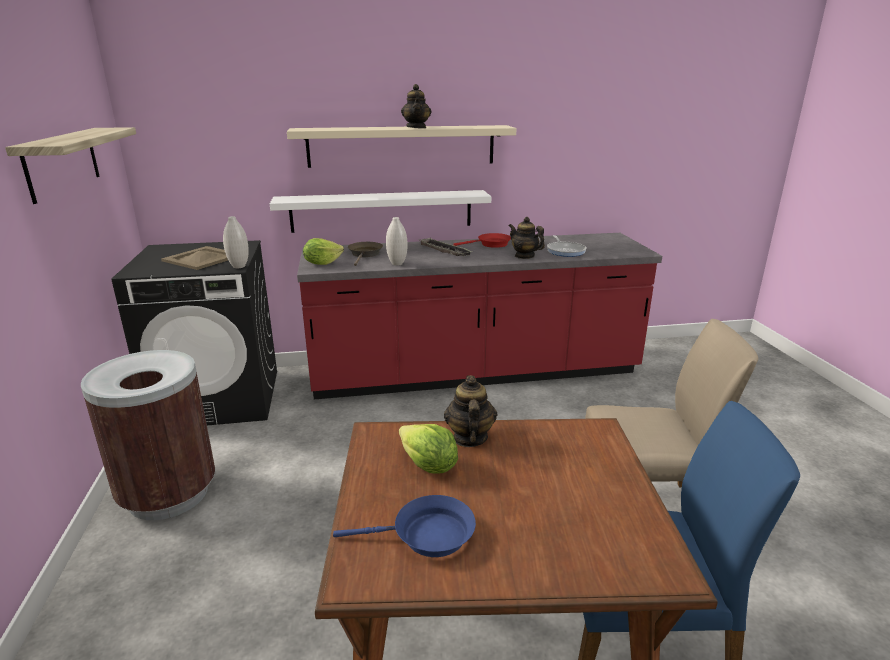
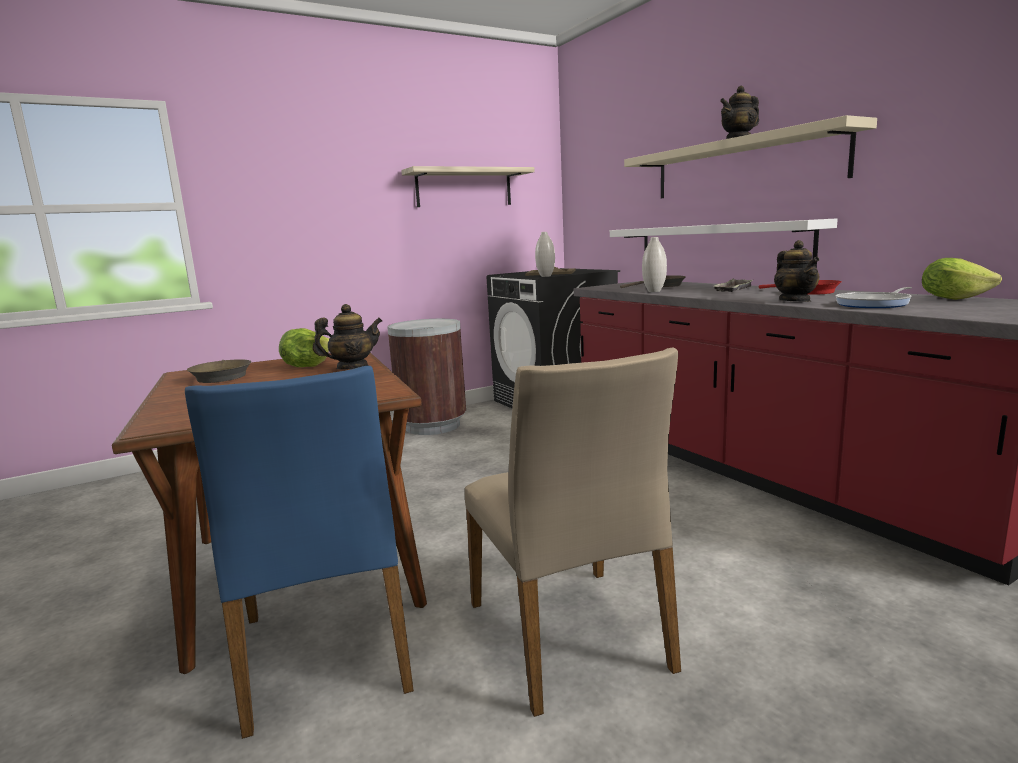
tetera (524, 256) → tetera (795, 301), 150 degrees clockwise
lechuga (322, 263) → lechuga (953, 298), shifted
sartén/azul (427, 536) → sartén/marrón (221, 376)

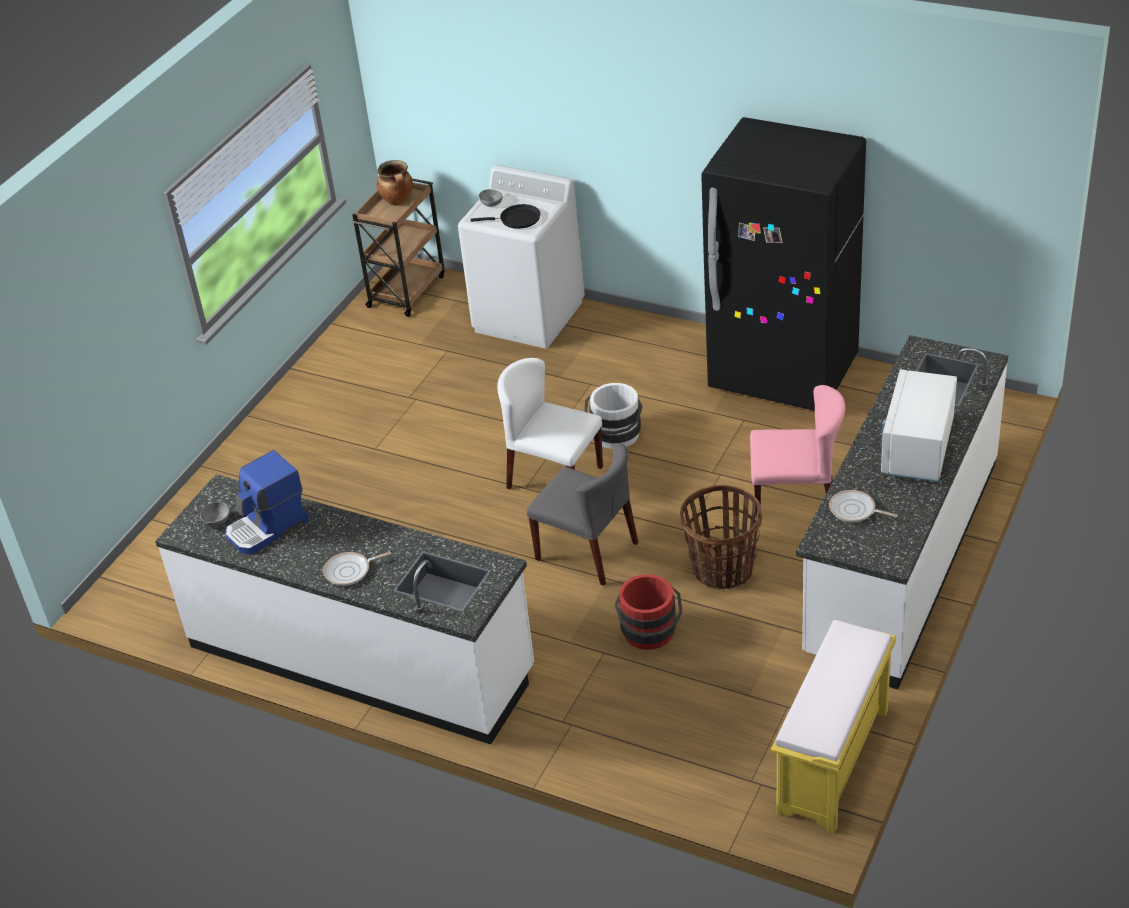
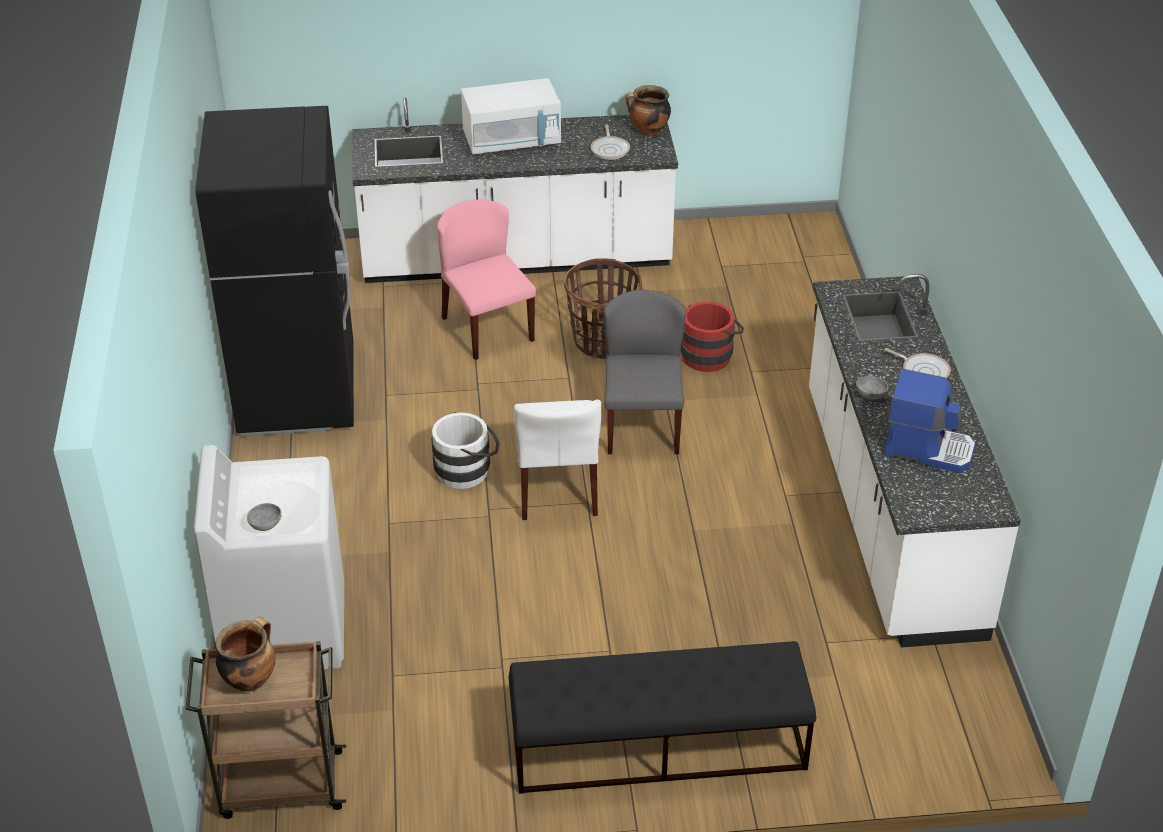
sartén/negro (517, 219) → -
cuenco/gris (217, 521) → cuenco/gris (870, 394), shifted
banco/amarillo (833, 763) → -
- → olla (648, 131)
- → banco/negro (657, 746)

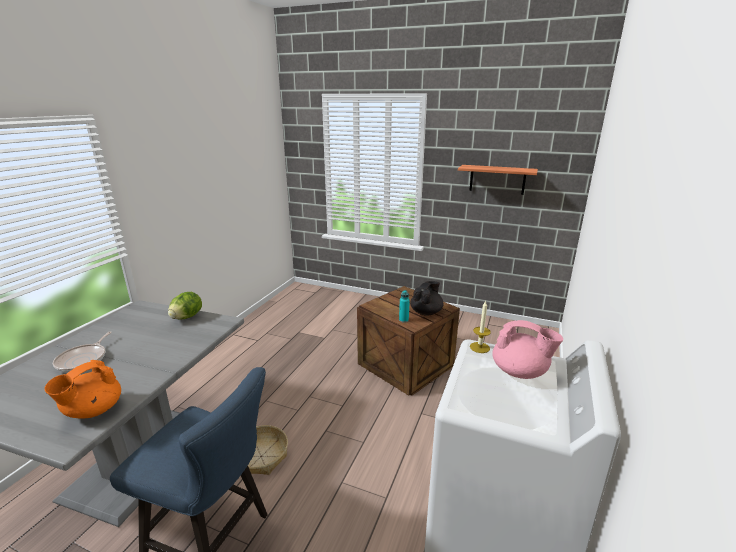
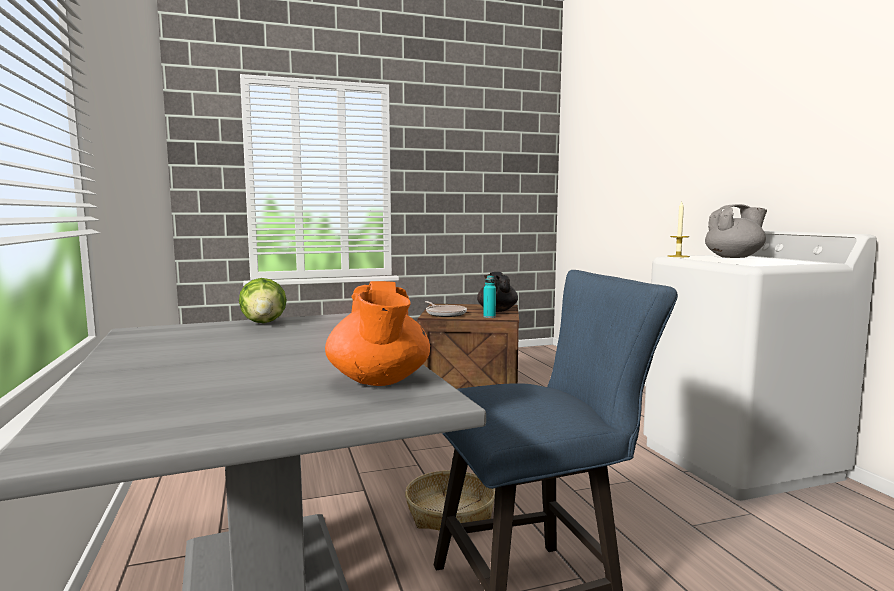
estante (497, 179) → -
tetera/rosa (520, 372) → tetera/gris (734, 257)
sartén (84, 359) → sartén (445, 314), shifted

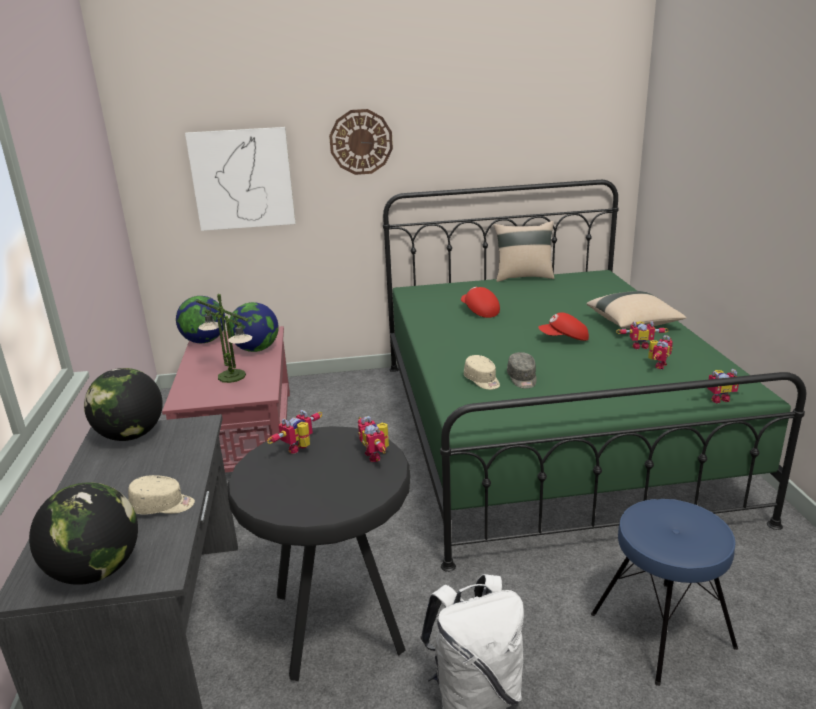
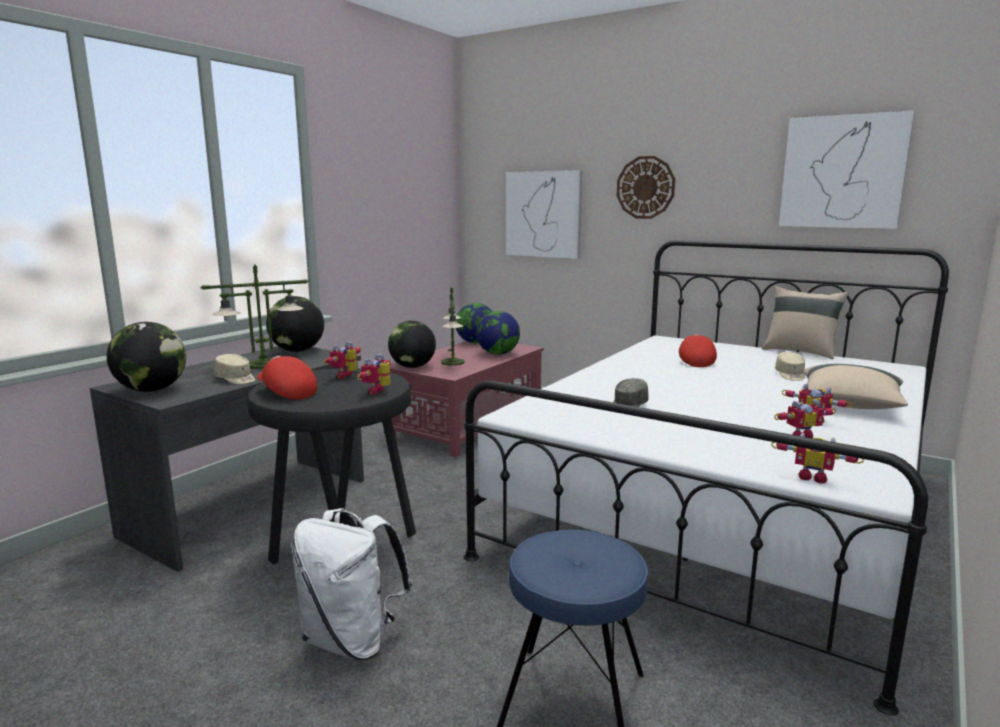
cama/verde (545, 431) → cama/blanco (720, 509)
gorra/rojo (564, 339) → gorra/rojo (286, 393), shifted
gorra/beis (482, 381) → gorra/beis (790, 375), shifted
robot de juguete (300, 449) → robot de juguete (347, 376), 60 degrees counterclockwise
- → cuadro (842, 172)
- → lámpara de mesa (263, 365)
- → globo terráqueo (412, 367)

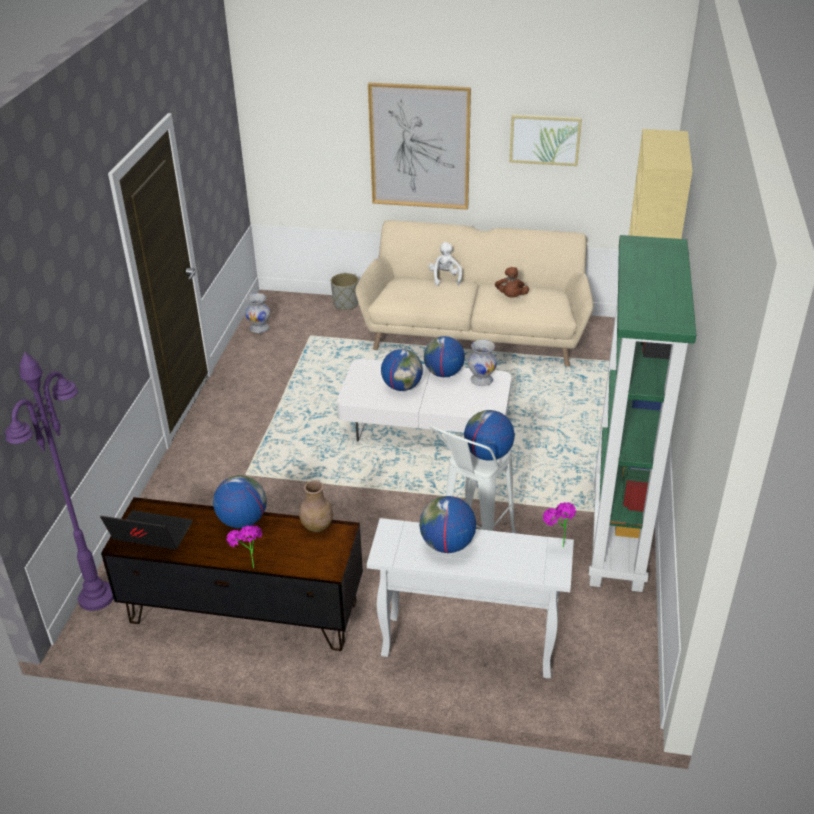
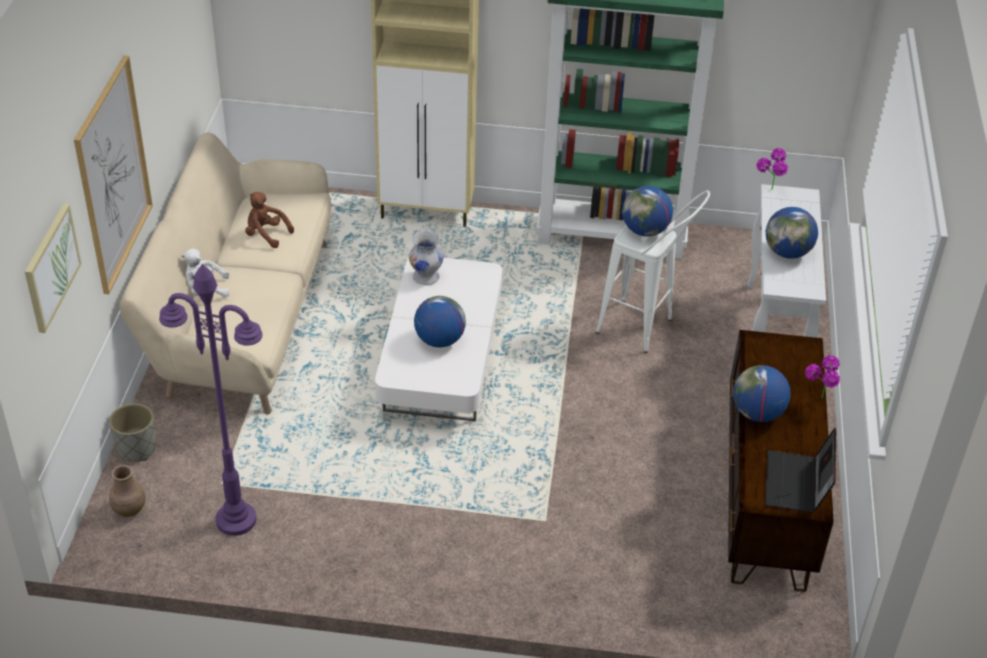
cuadro (545, 139) → cuadro (51, 267), shifted
peluche/marrón (511, 297) → peluche/marrón (266, 235), 150 degrees counterclockwise
florero/blanco (259, 328) → -
globo terráqueo (443, 373) → -
lámpara de pie/morado (96, 597) → lámpara de pie/morado (236, 520), shifted
florero/marrón (318, 526) → florero/marrón (129, 509), shifted

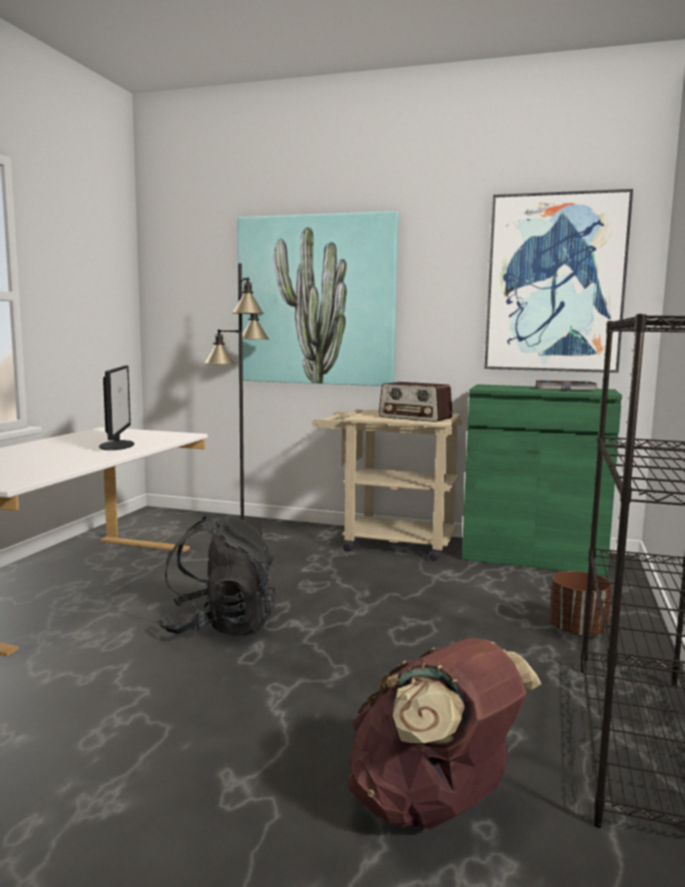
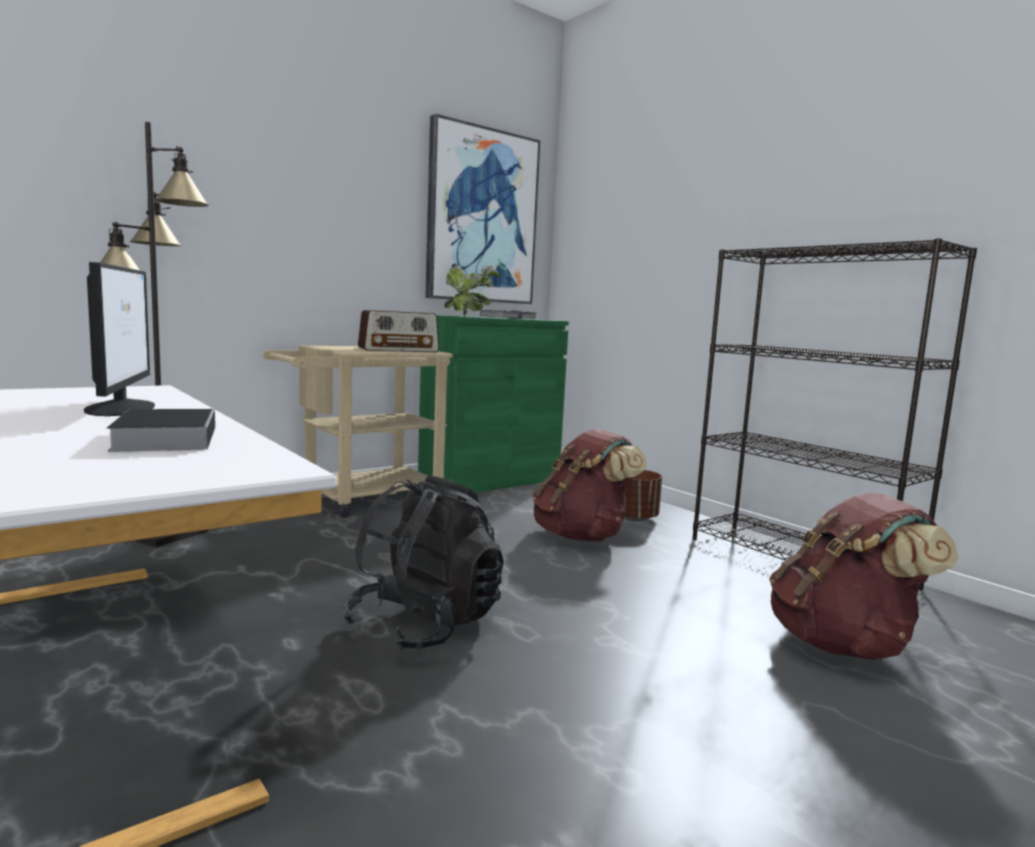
cuadro (316, 301) → -
monitor (117, 445) → monitor (121, 407), 45 degrees clockwise
- → planta en maceta (468, 316)
- → libro (166, 438)
- → mochila/marrón (582, 536)

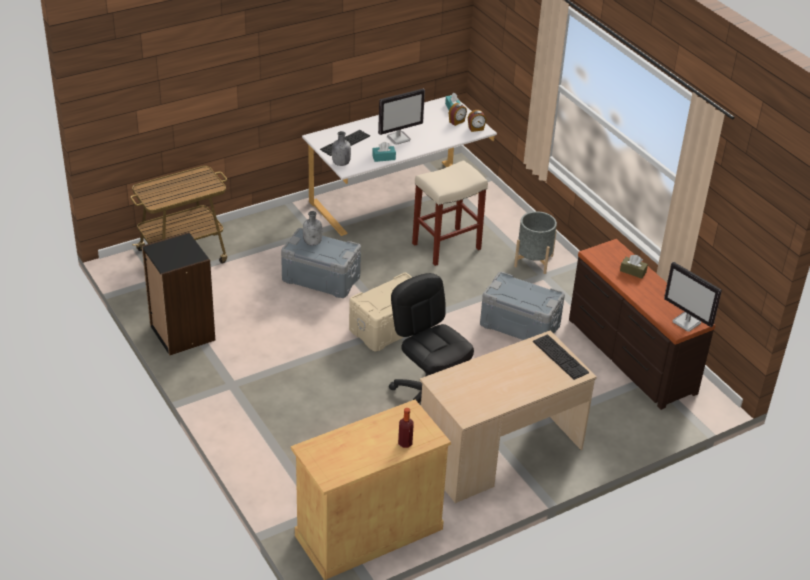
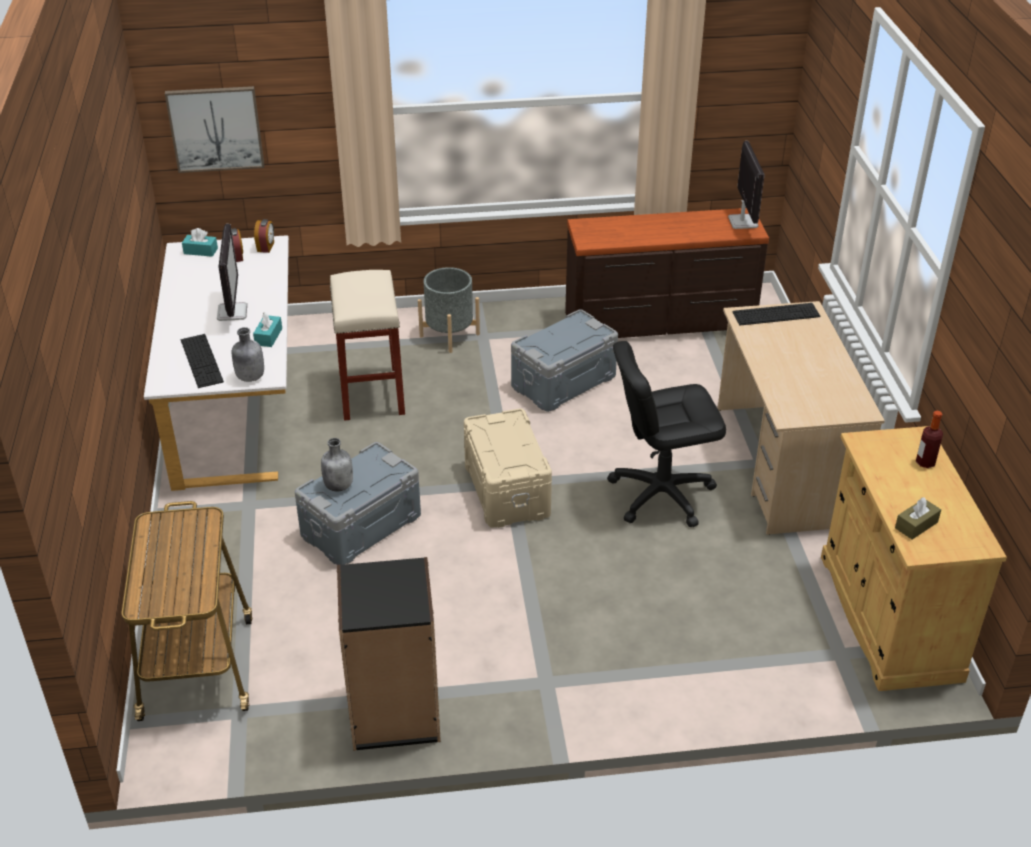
caja de pañuelos/marrón (633, 271) → caja de pañuelos/marrón (916, 525), shifted
monitor (687, 322) → monitor (742, 221), 75 degrees counterclockwise
- → cuadro (215, 128)

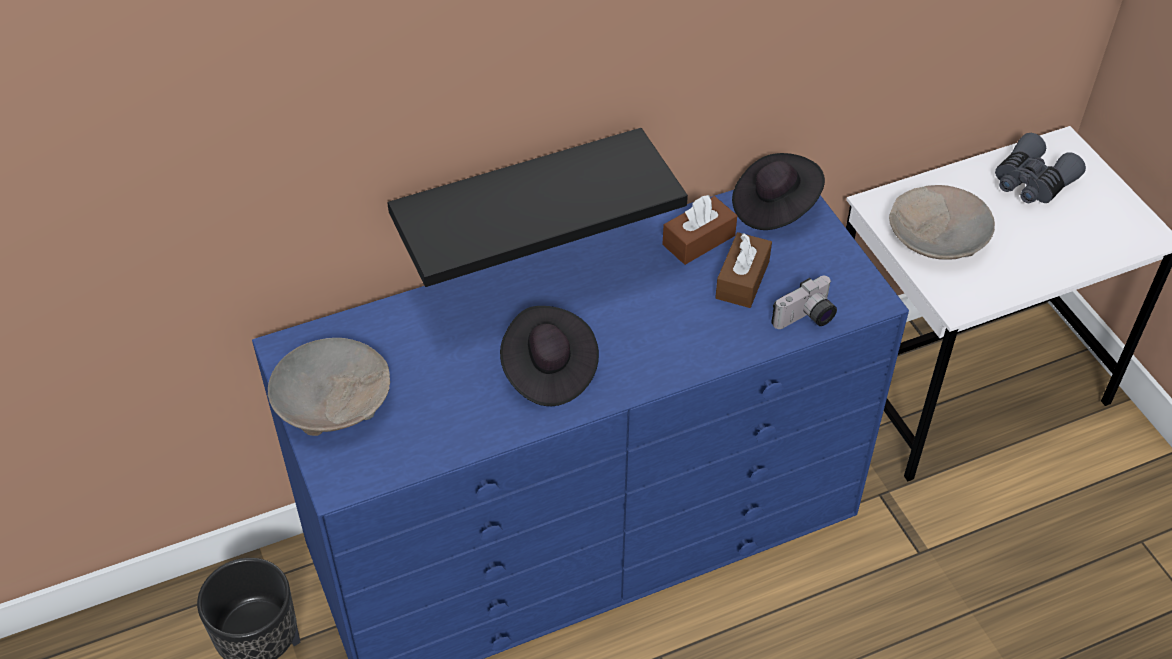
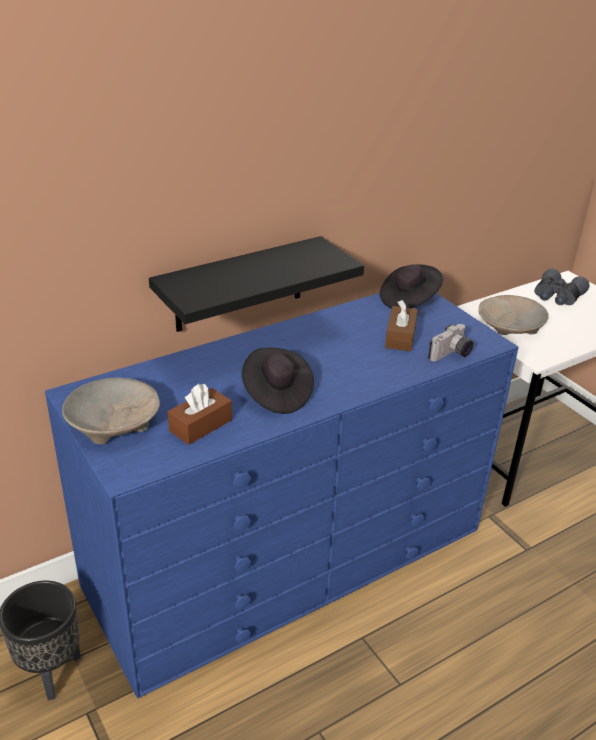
caja de pañuelos/marrón (698, 240) → caja de pañuelos/marrón (200, 425), shifted

